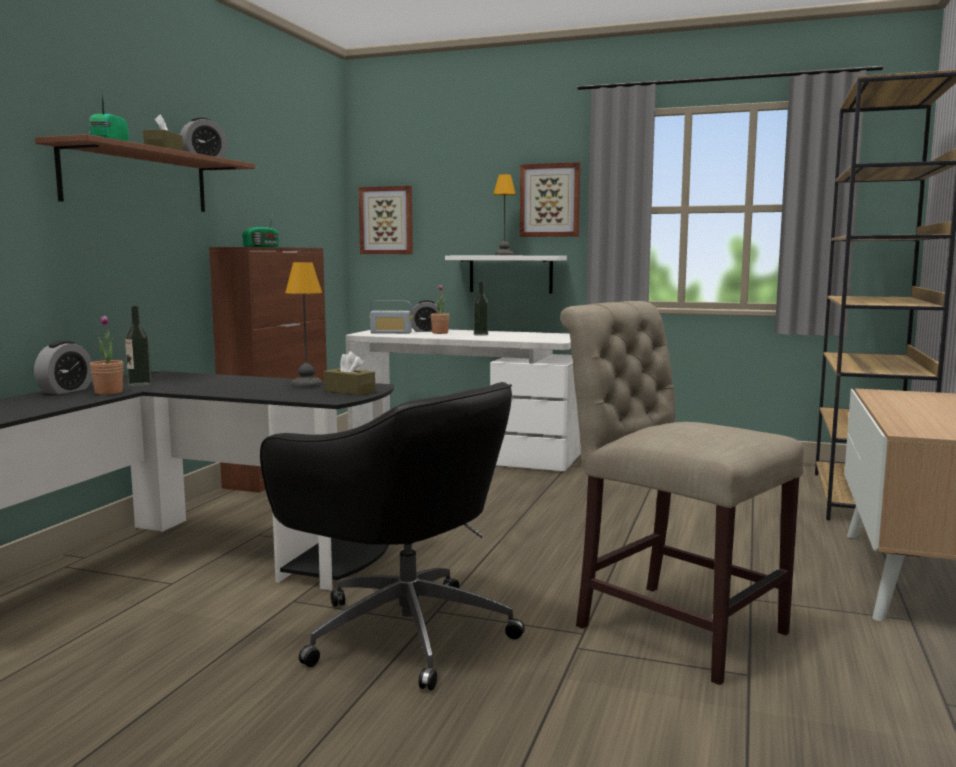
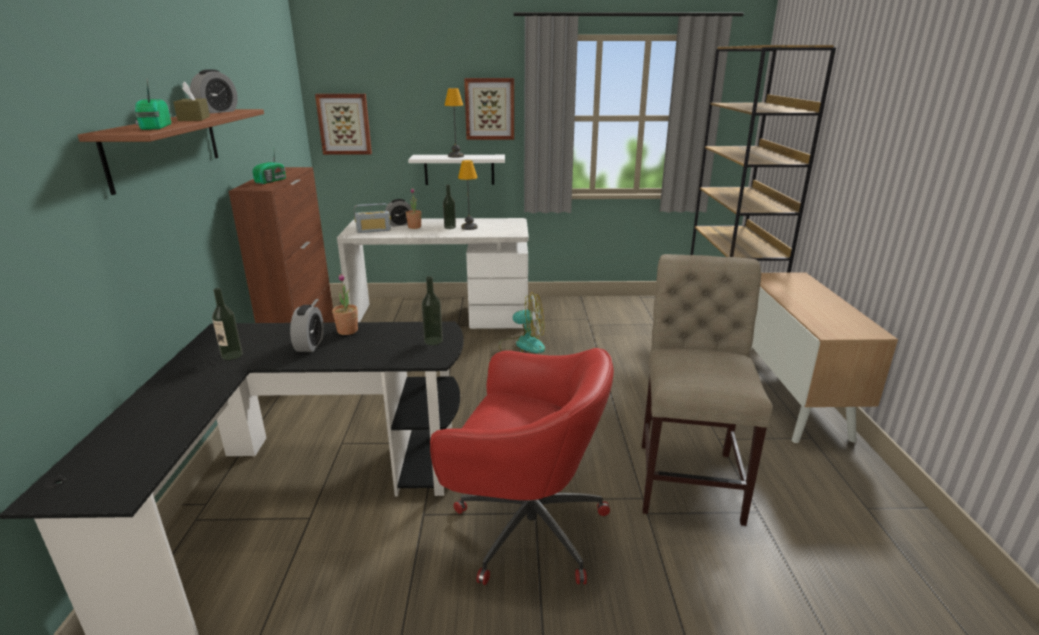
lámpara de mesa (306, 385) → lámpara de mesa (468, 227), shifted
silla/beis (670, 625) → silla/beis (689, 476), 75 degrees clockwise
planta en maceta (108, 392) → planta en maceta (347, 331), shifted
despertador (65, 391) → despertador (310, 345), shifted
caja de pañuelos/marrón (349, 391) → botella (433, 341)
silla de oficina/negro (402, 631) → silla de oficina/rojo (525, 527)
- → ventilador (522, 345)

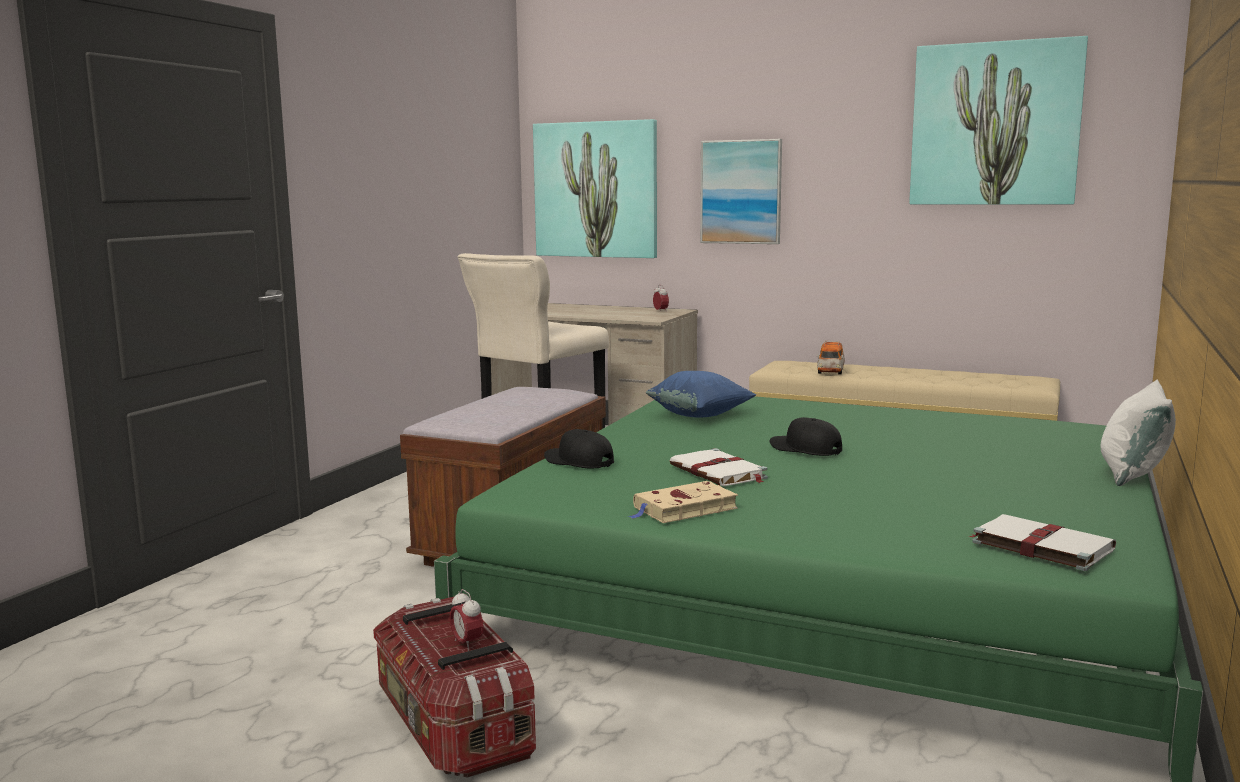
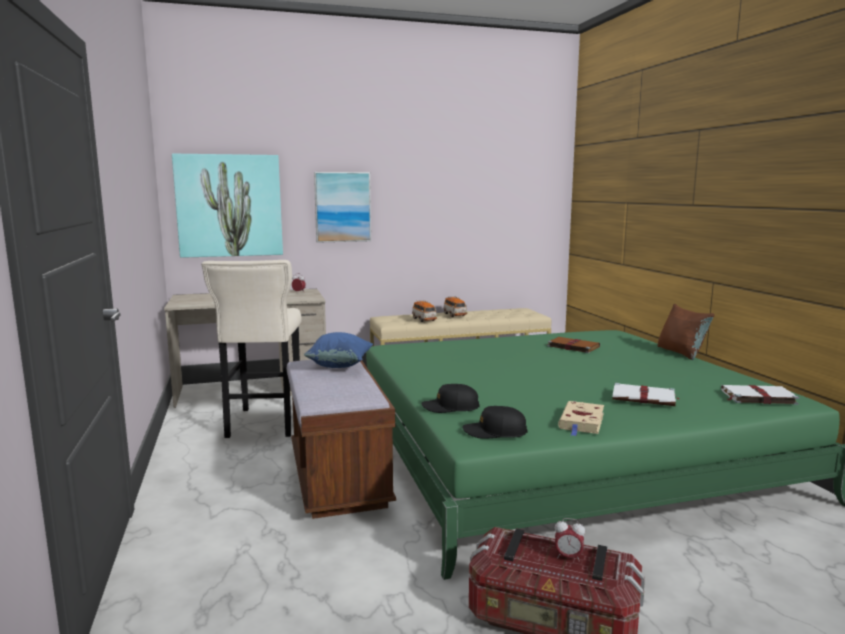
cuadro (995, 124) → -
cojín/azul (699, 416) → cojín/azul (340, 366), shifted
cojín/blanco (1133, 474) → cojín/marrón (681, 353)
gorra/negro (805, 449) → gorra/negro (495, 432), shifted
libro/blanco (719, 472) → libro/blanco (644, 398), shifted
- → coche de juguete (455, 315)
- → libro/marrón (572, 346)

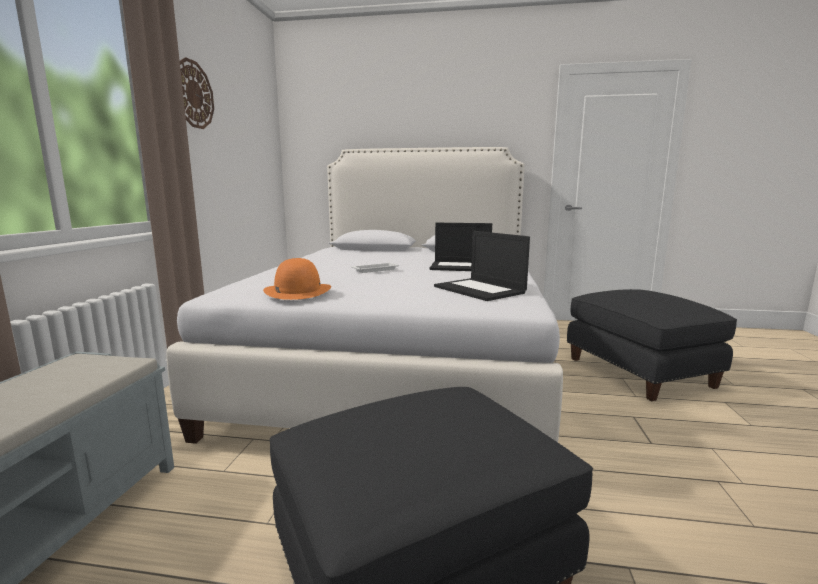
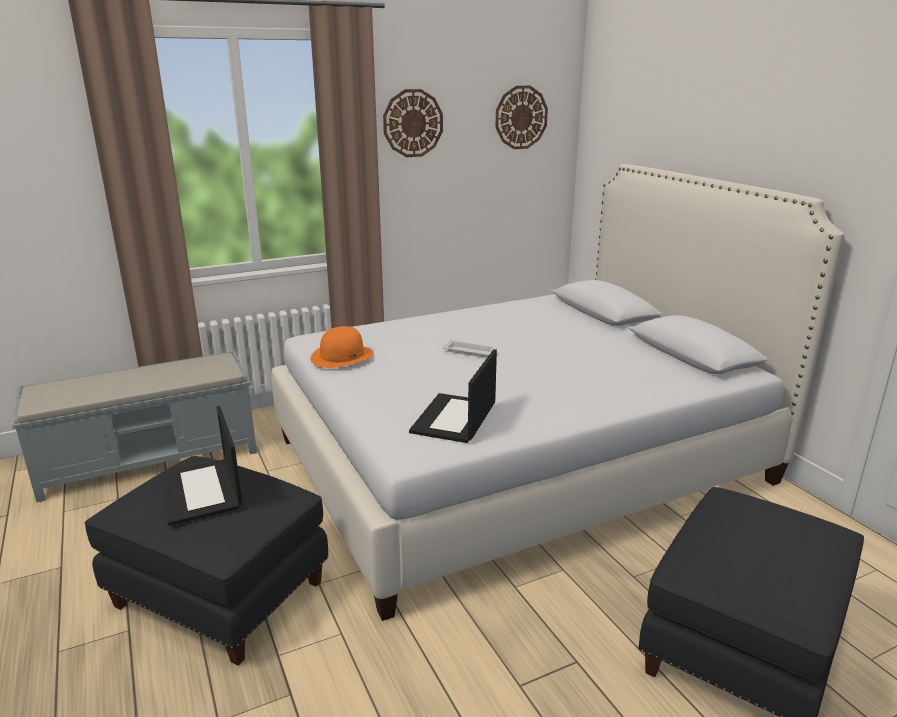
portátil (462, 267) → portátil (202, 491), shifted
- → reloj de pared (521, 117)

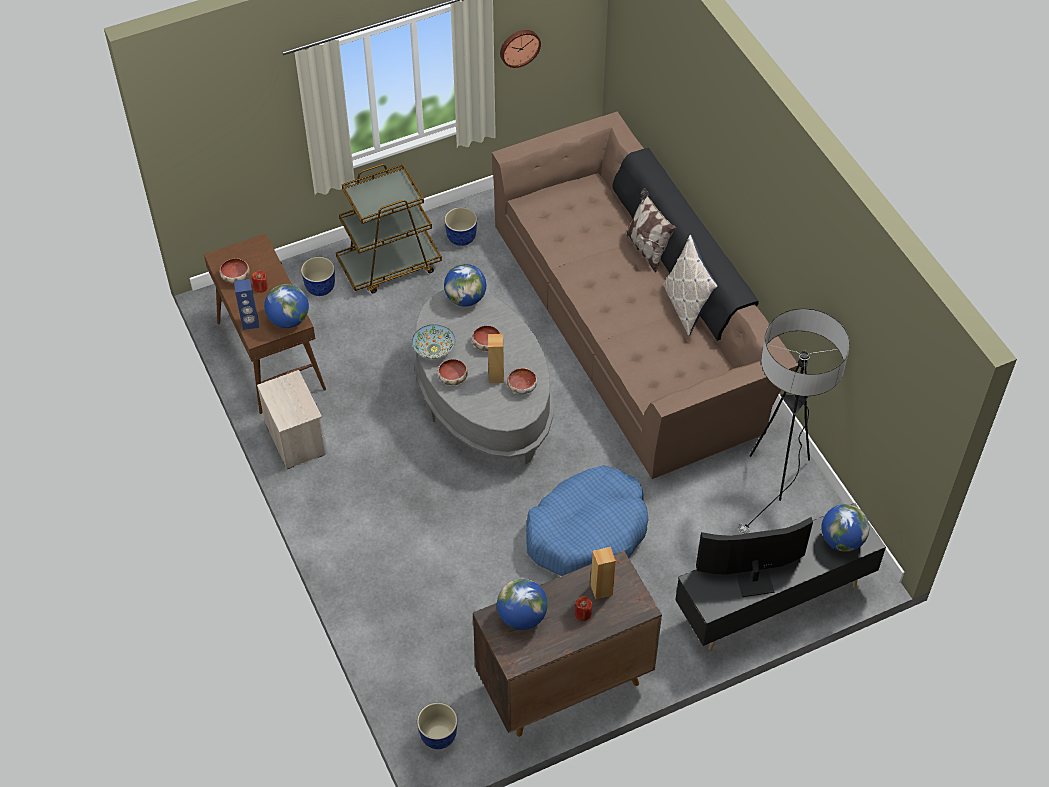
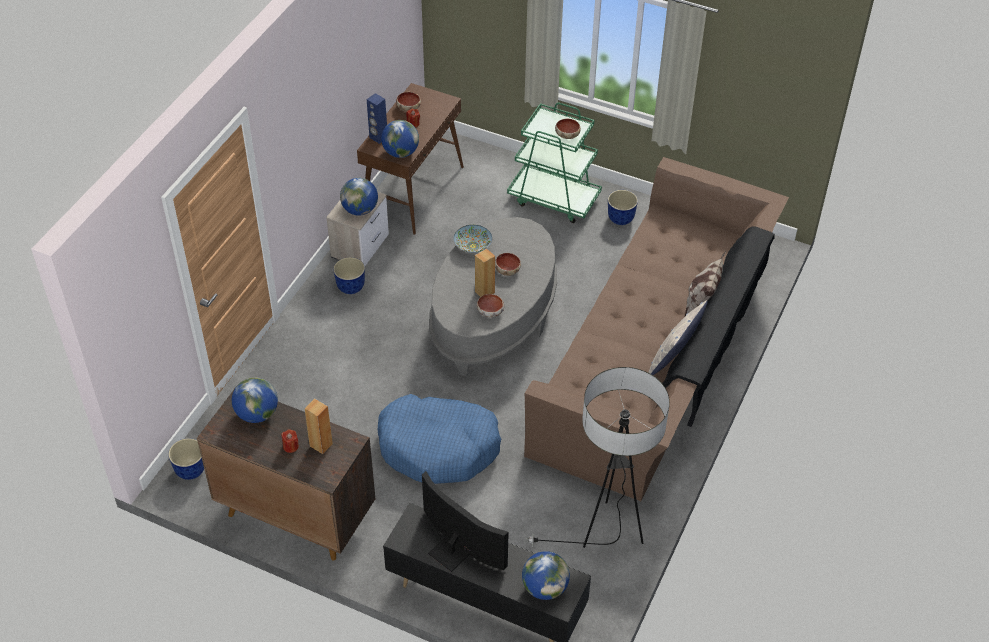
reloj de pared (519, 47) → -
carrito/marrón (390, 265) → carrito/verde (554, 199)
maceta (320, 288) → maceta (350, 287), shifted
globo terráqueo (465, 298) → globo terráqueo (360, 210), shifted
cuenco (452, 378) → cuenco (567, 135), shifted

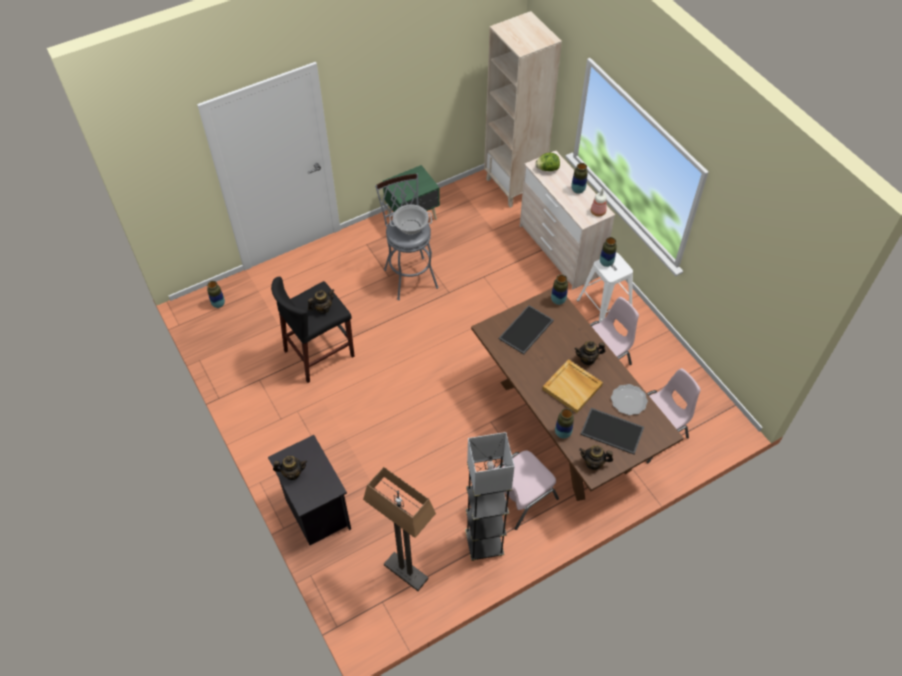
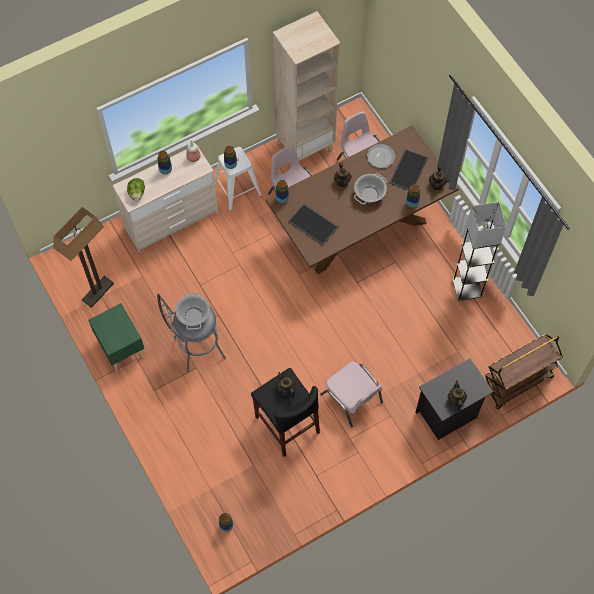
estantería/beis (514, 186) → estantería/beis (305, 145), shifted
bandeja/beis (572, 387) → olla (369, 194)
silla/rosa (519, 496) → silla/rosa (352, 399), shifted
lámpara de pie (405, 572) → lámpara de pie (98, 292), shifted
- → carrito/marrón (516, 382)

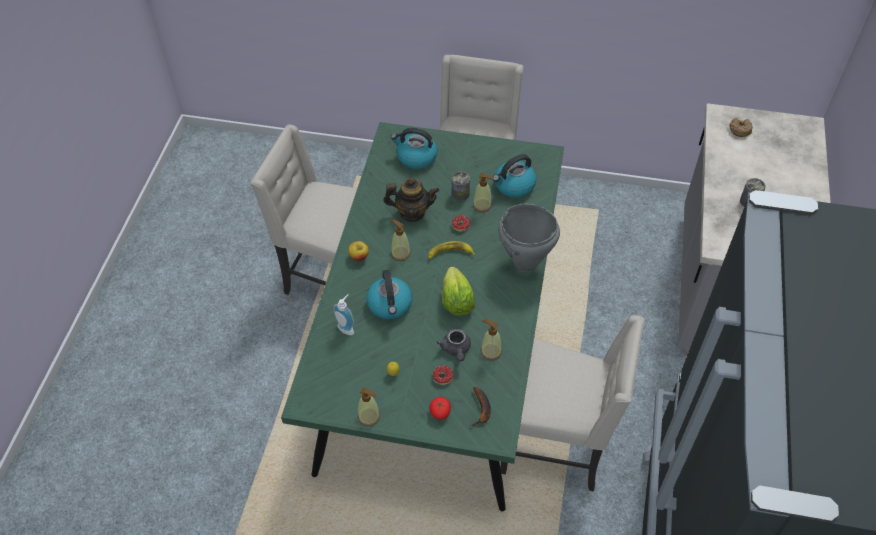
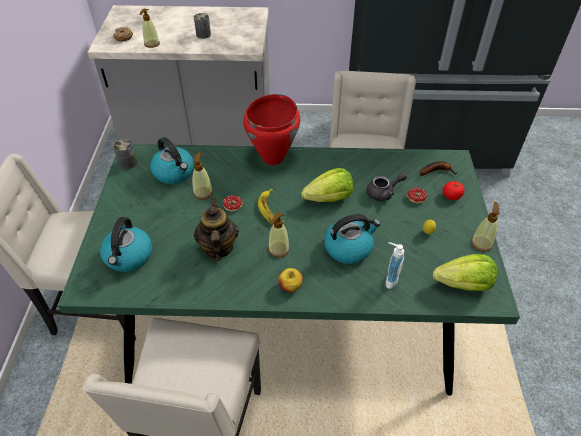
lata (460, 194) → lata (128, 163), shifted
olla/gris (525, 263) → olla/rojo (273, 158)
dispensador de jabón (491, 351) → dispensador de jabón (152, 44), shifted
- → lechuga (463, 284)

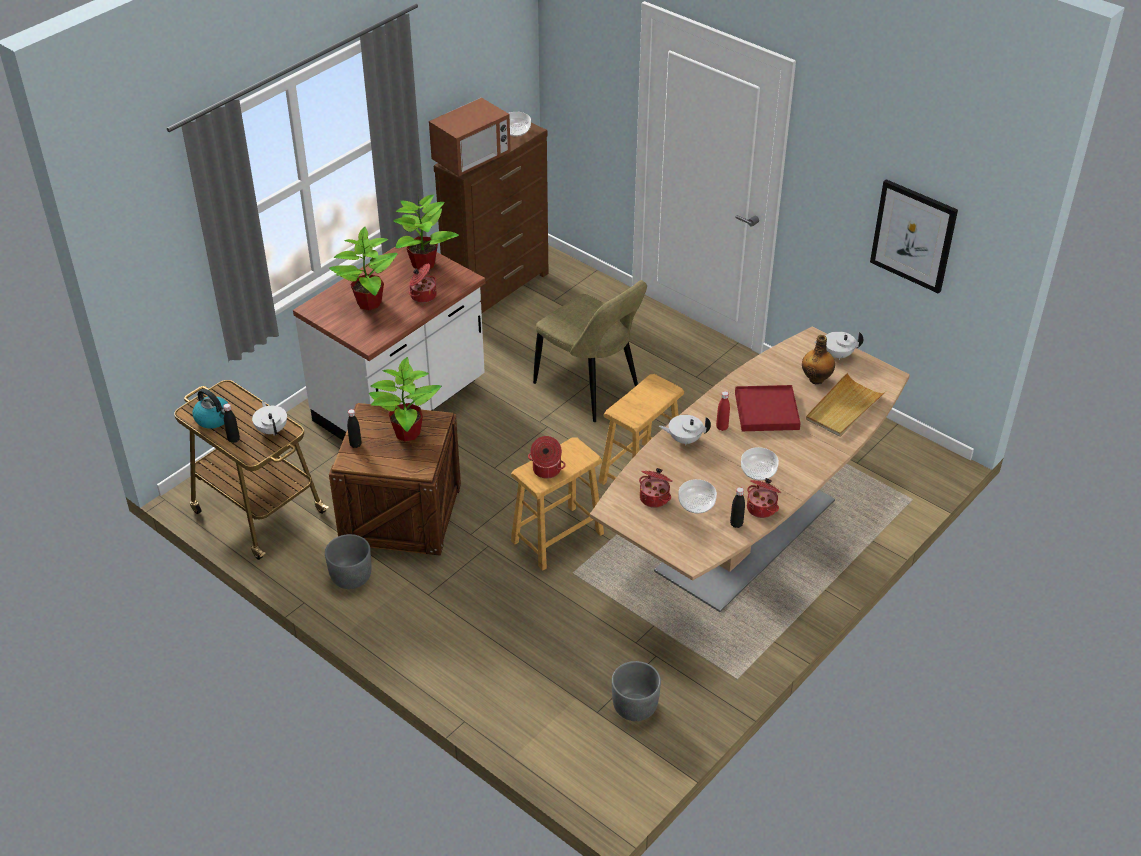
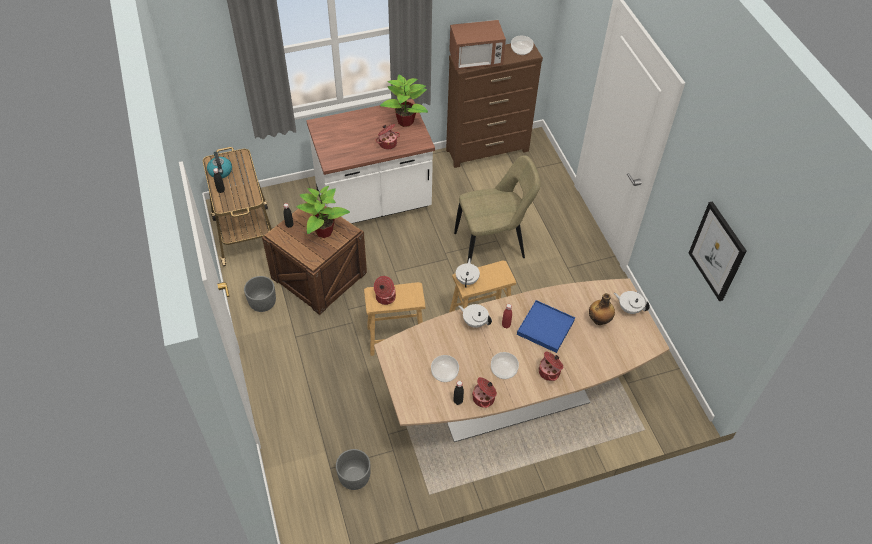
planta en maceta (368, 303) → -
silla/beis (590, 389) → silla/beis (493, 245), 90 degrees counterclockwise
bandeja/beis (844, 408) → -
bandeja/rojo (766, 411) → bandeja/azul (545, 327)
tetera/blanco (272, 429) → tetera/blanco (467, 280), shifted
olla (655, 497) → olla (550, 372), shifted

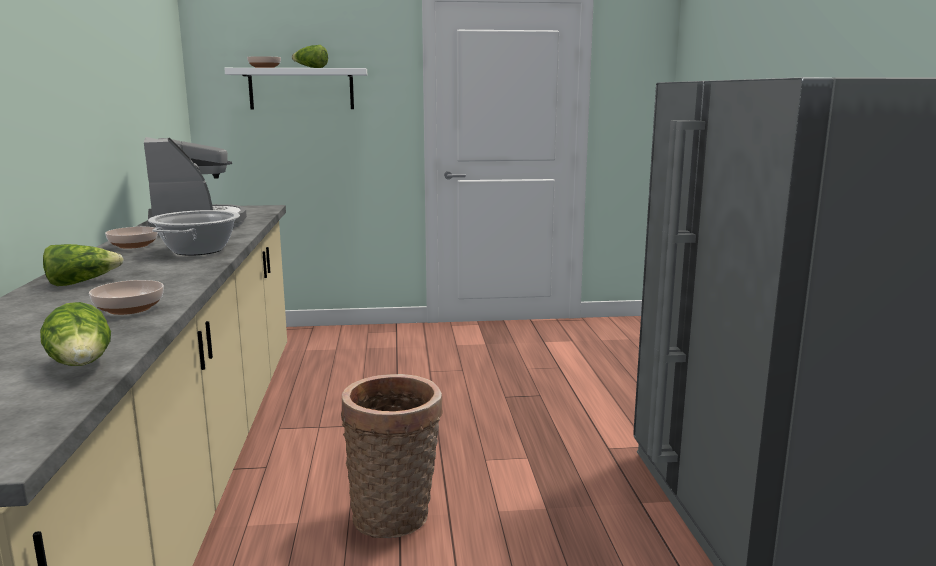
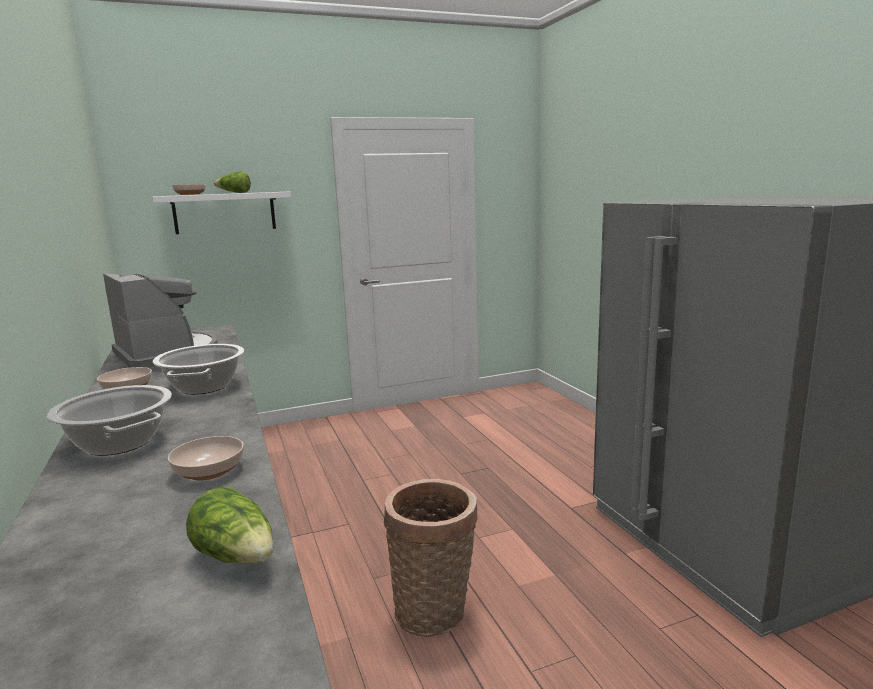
lechuga (82, 282) → olla (118, 443)

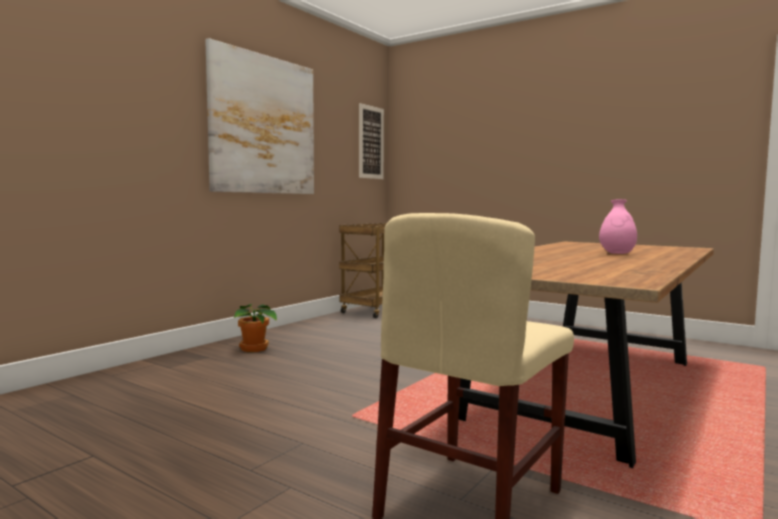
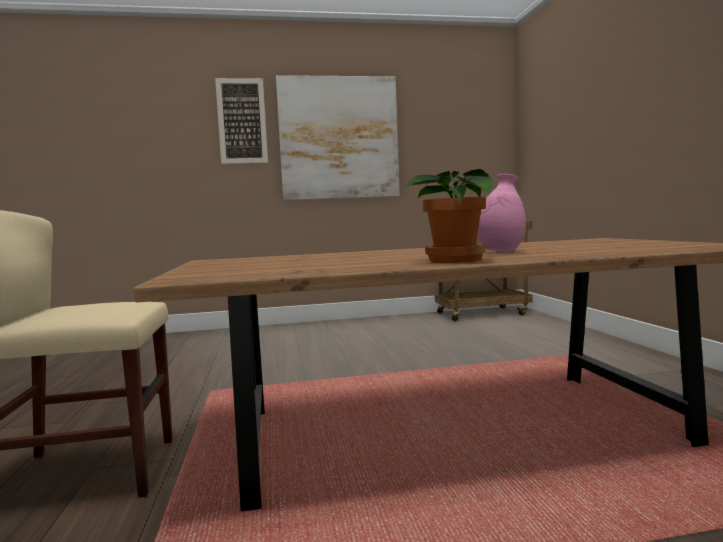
cuadro (371, 142) → cuadro (242, 121), shifted
planta en maceta (254, 349) → planta en maceta (454, 260), shifted

